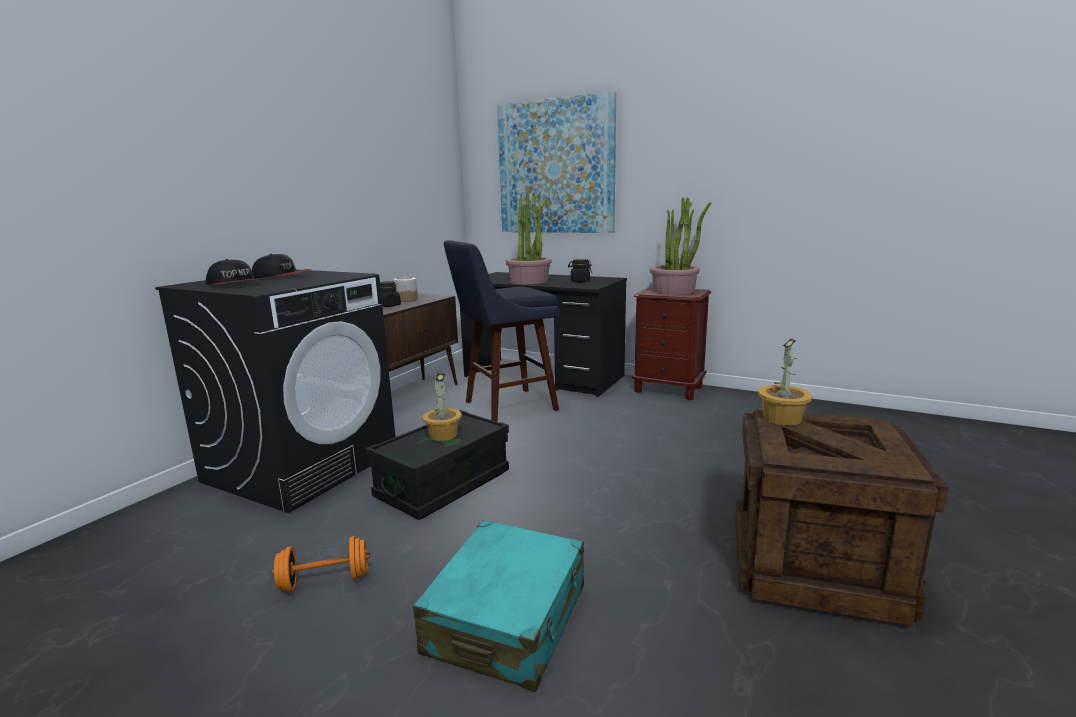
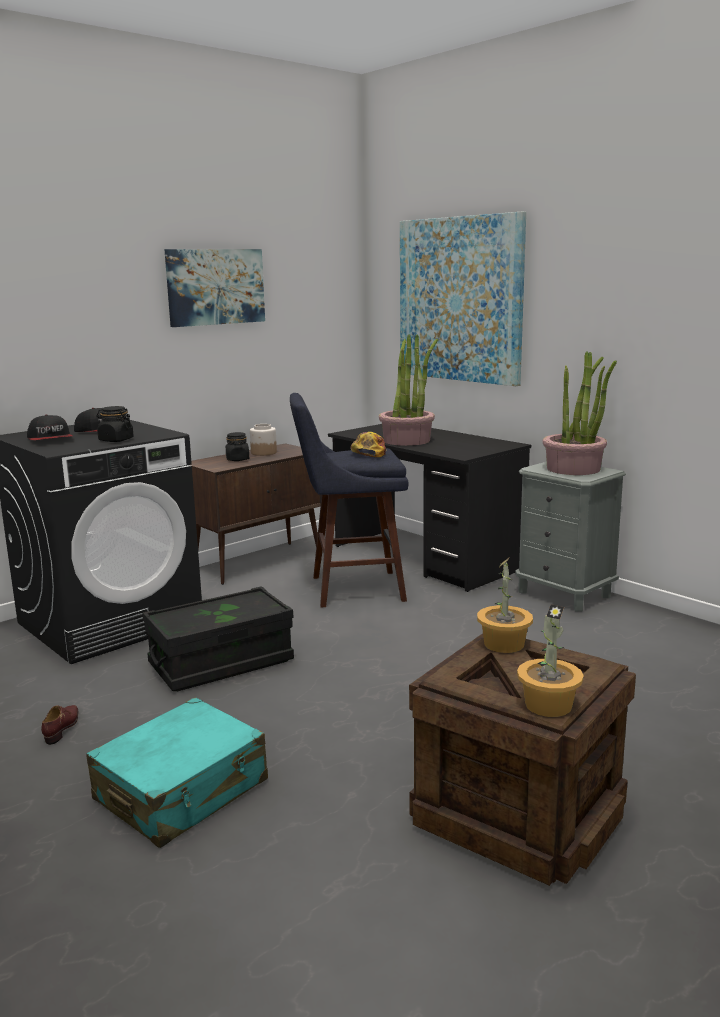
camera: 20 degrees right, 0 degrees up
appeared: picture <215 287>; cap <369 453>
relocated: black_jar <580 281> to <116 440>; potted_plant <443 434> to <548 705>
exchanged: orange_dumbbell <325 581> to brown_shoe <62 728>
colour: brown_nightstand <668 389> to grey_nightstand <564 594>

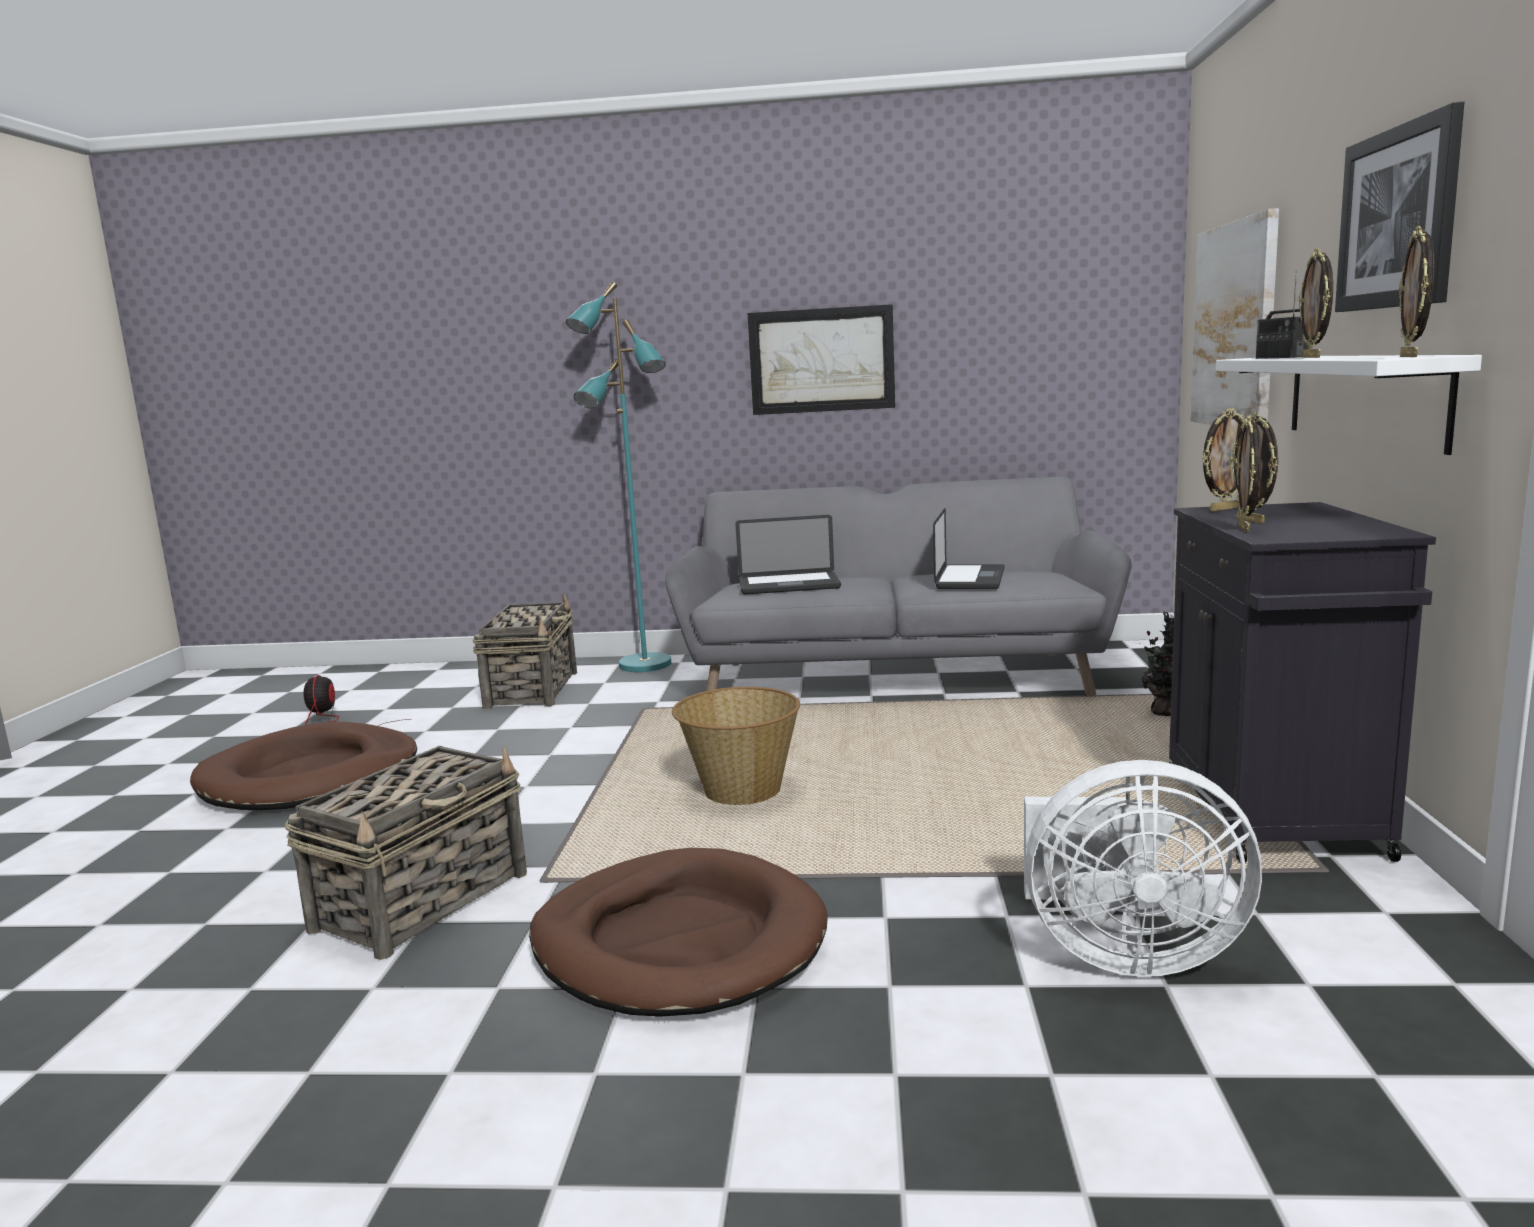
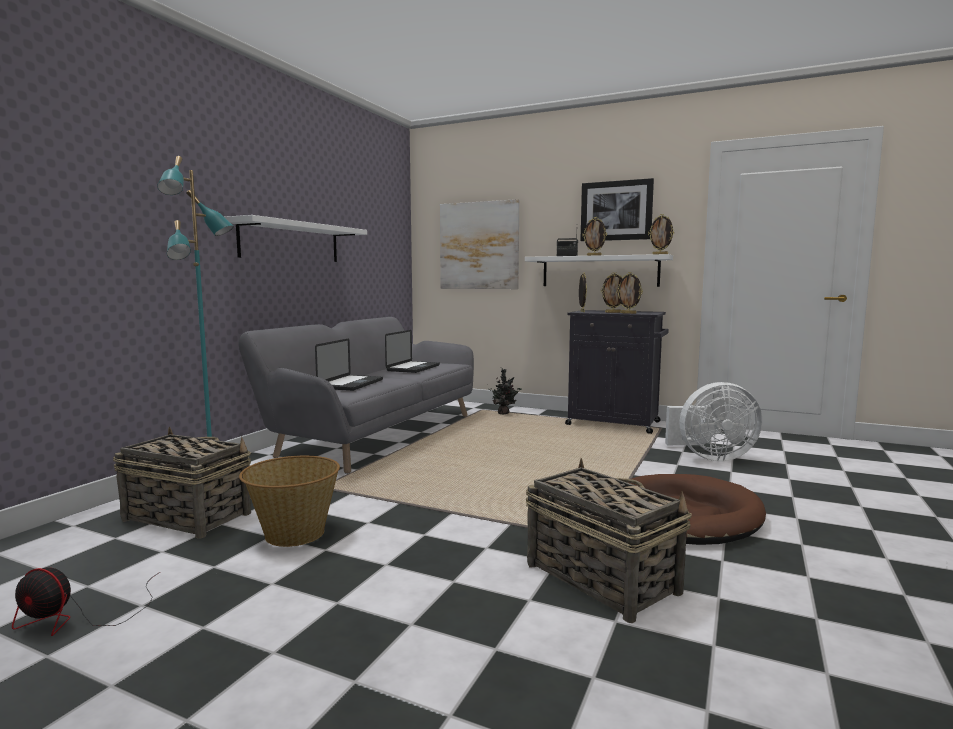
camera: 70 degrees left, 5 degrees down
missing: brown_dog_bed <310 776>
relocated: basket <741 791> to <293 534>
exchanged: picture <821 360> to white_shelf <291 242>
spun: laptop <970 579> = <413 368> 75 degrees clockwise; white_fan <1123 953> = <710 457> 60 degrees clockwise

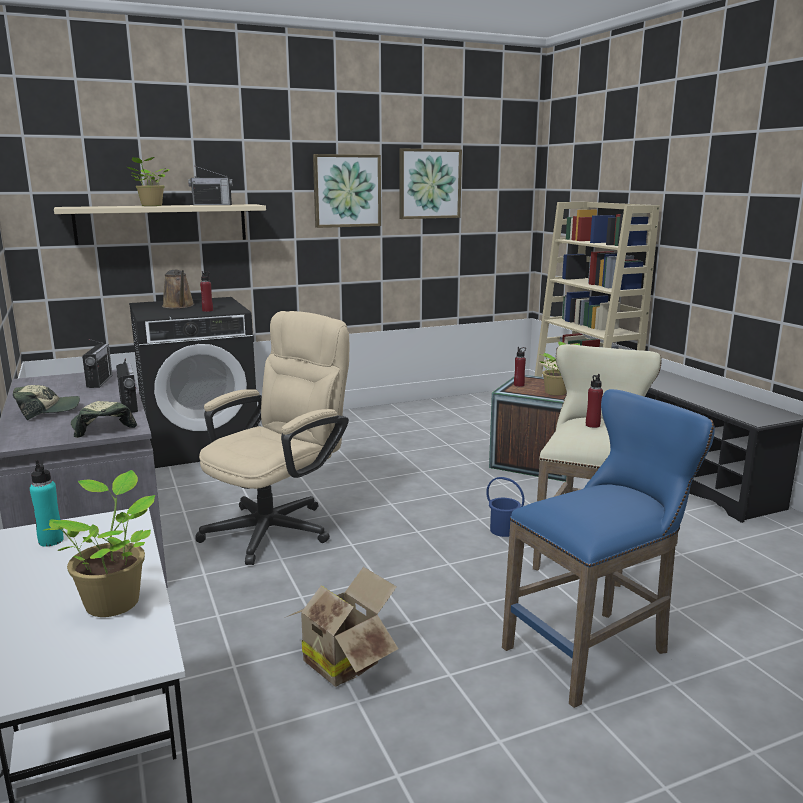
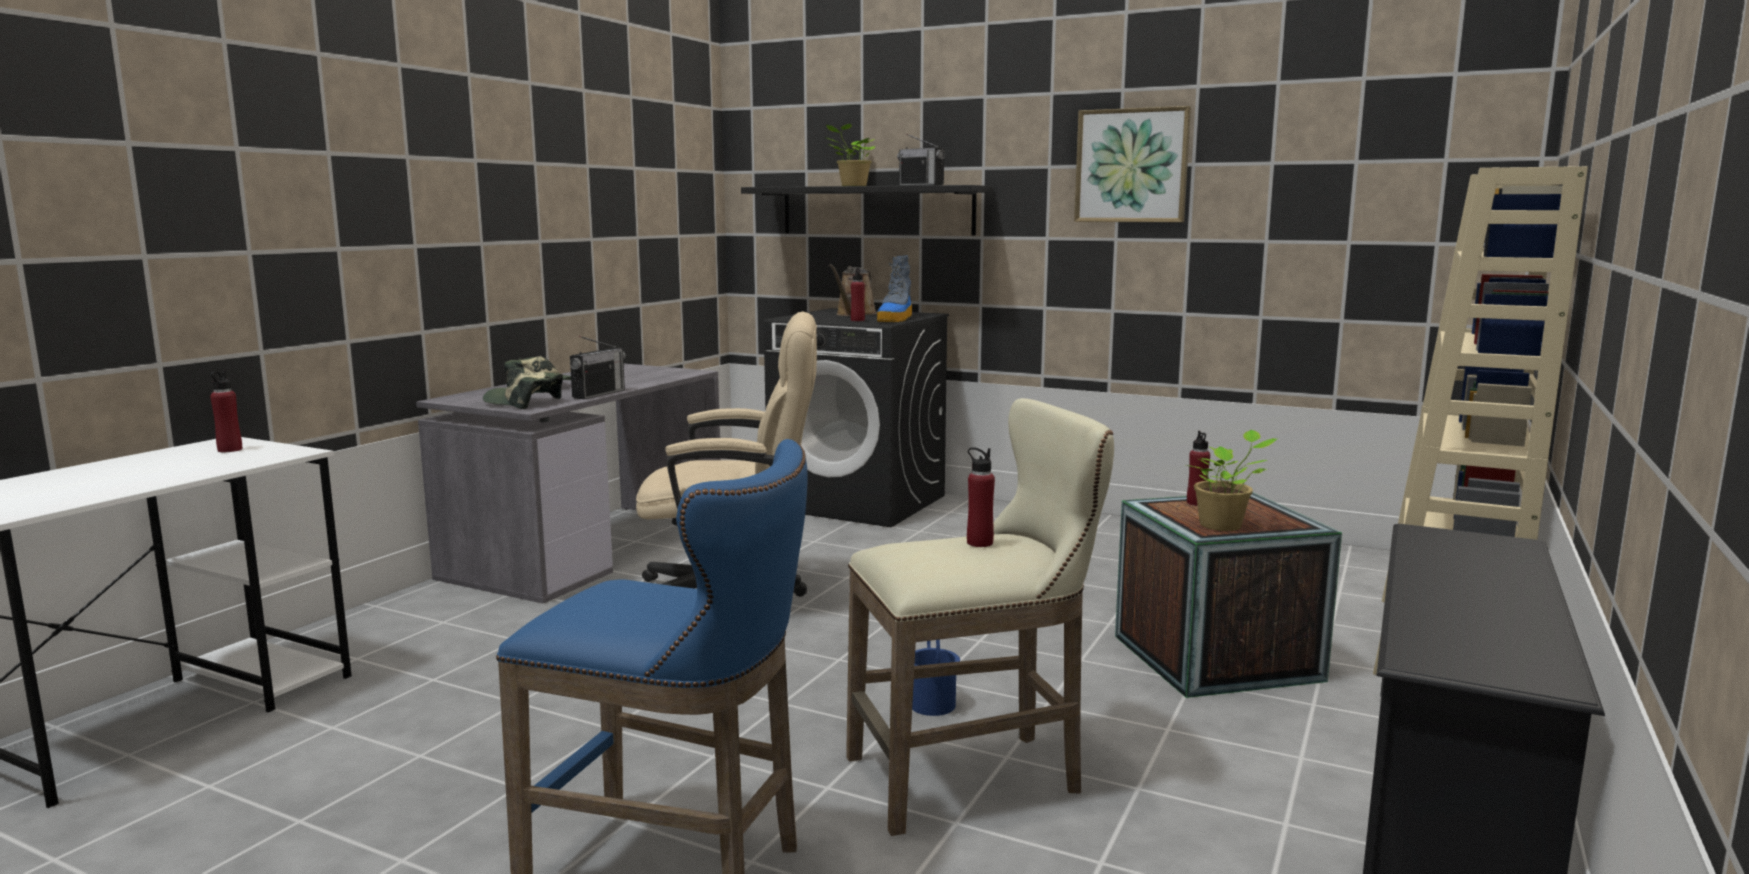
camera: 50 degrees right, 5 degrees down
missing: potted_plant <114 601>; radio <99 381>; cardboard_box <344 660>; picture <429 184>
appeared: boot <895 319>
colour: turquoise_bottle <51 541> to red_bottle <230 450>; beige_shelf <162 223> to black_shelf <876 210>
spun: cap <101 427> = <523 403> 90 degrees counterclockwise

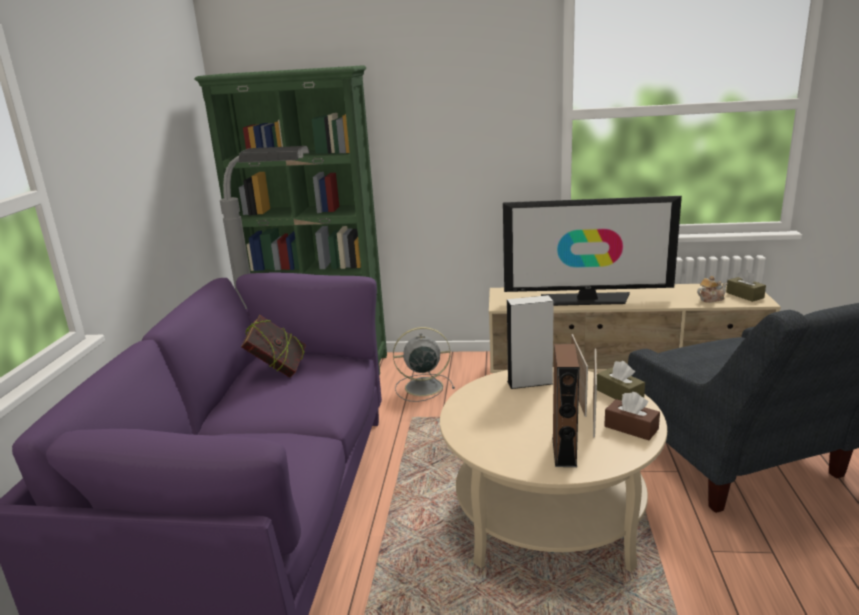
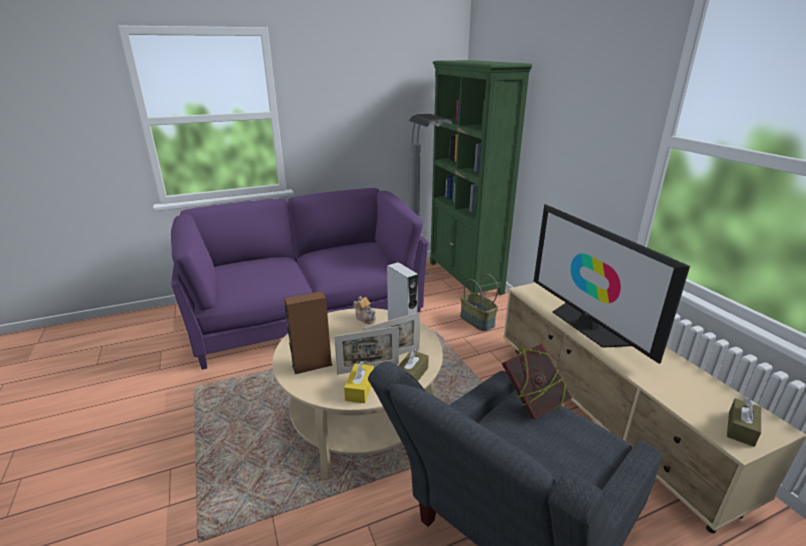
camera: 60 degrees right, 5 degrees up
relocated: teapot <710 299> to <365 318>; book <278 371> to <532 403>
exchanged: grey_fan <422 387> to basket <476 321>
colour: brown_tissue_box <631 428> to yellow_tissue_box <360 389>

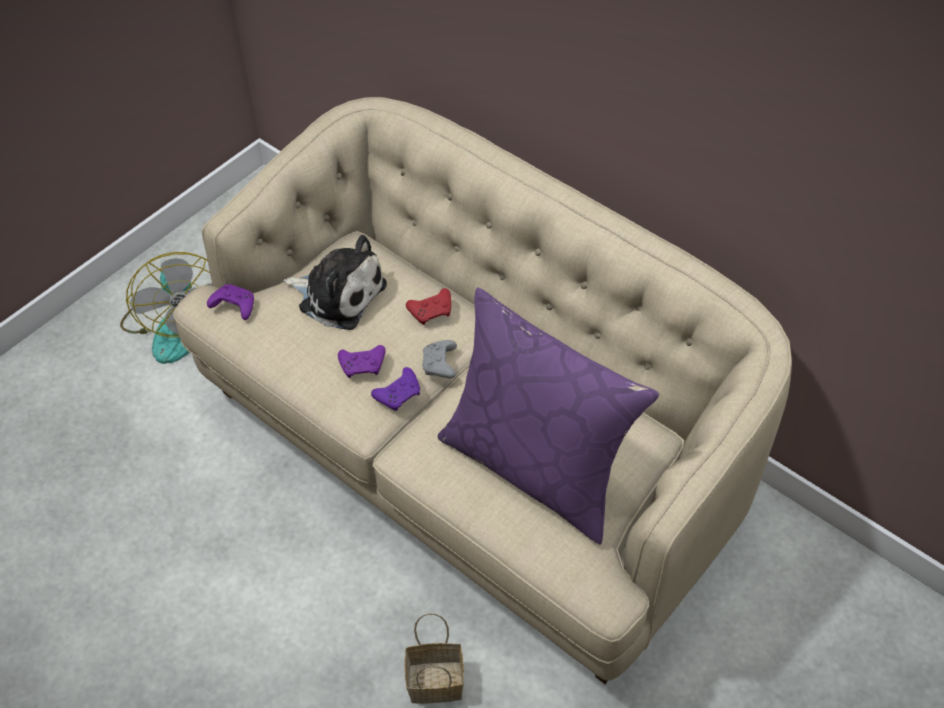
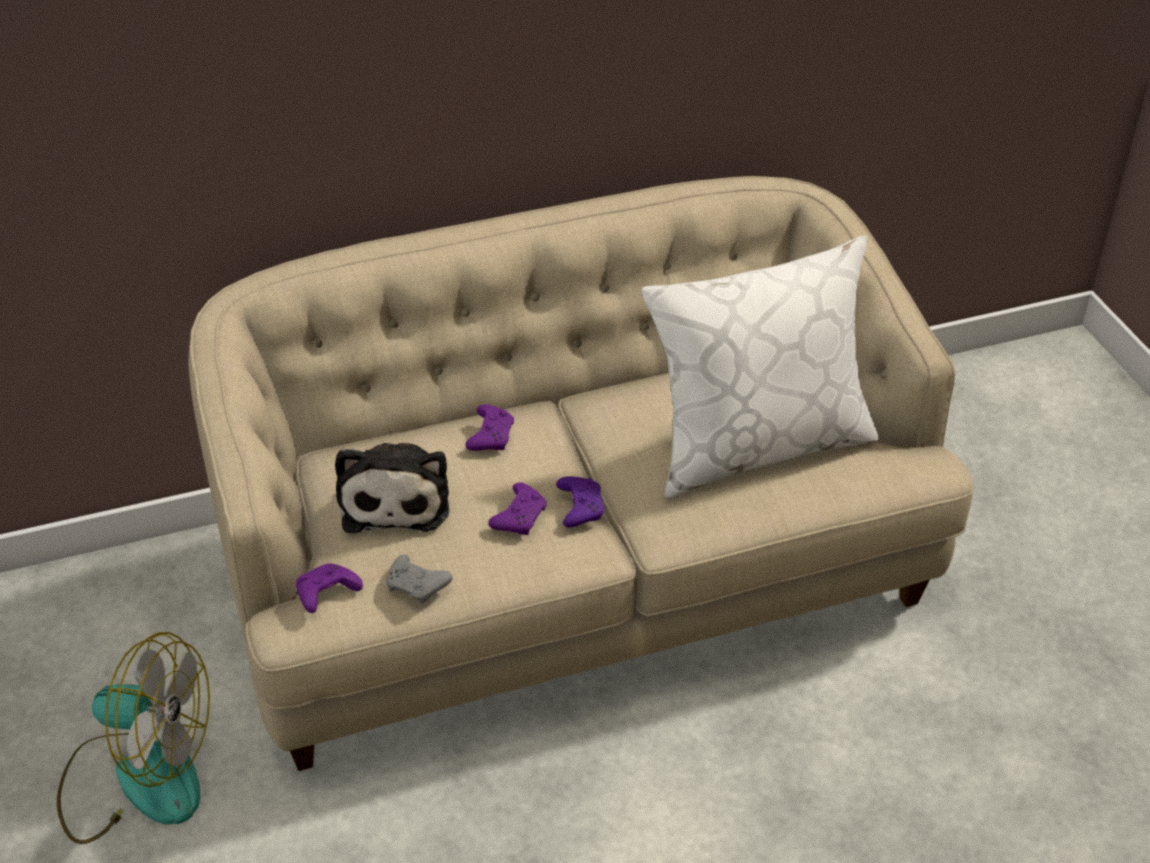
camera: 60 degrees left, 10 degrees down
missing: basket <433 683>
relocated: grey_game_controller <440 365> to <417 587>
colour: red_game_controller <432 311> to purple_game_controller <491 436>; purple_pillow <536 467> to white_pillow <757 445>
spun: plush_toy <338 294> = <395 498> 120 degrees clockwise

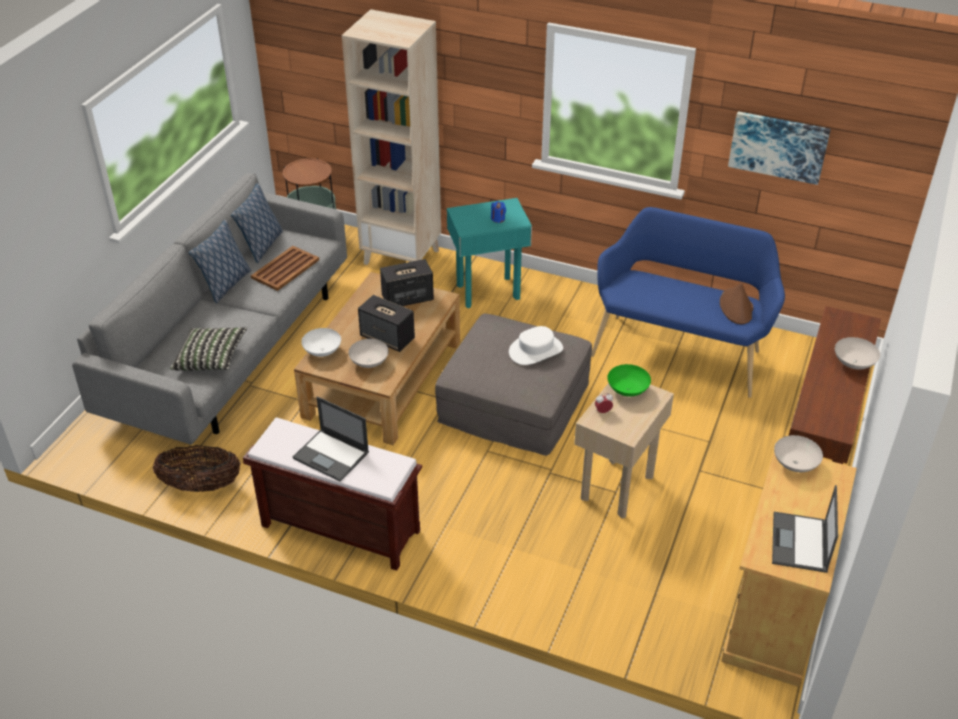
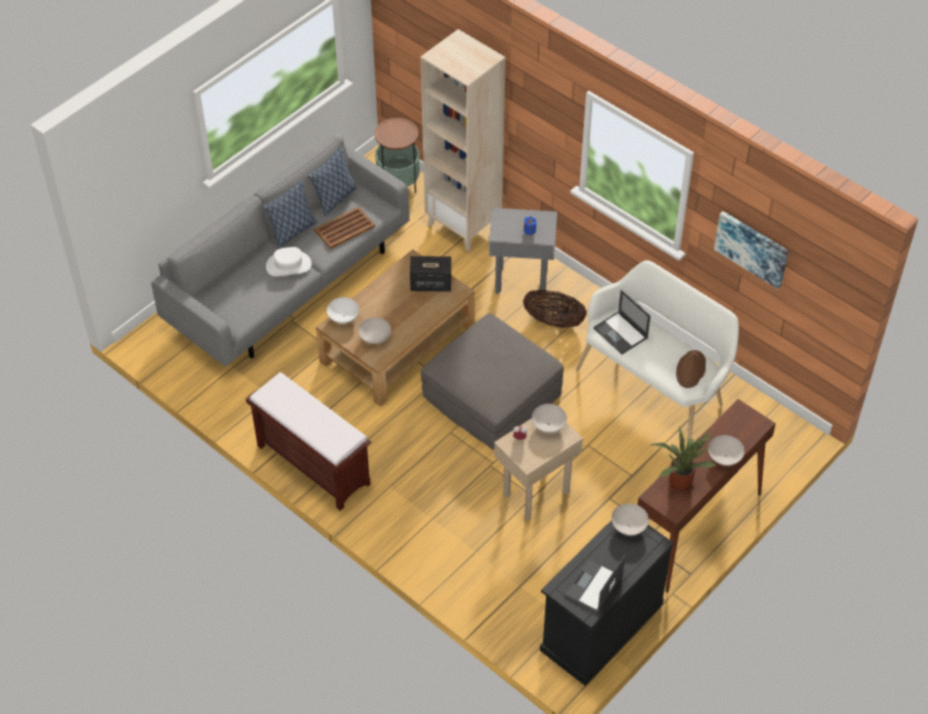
camera: 20 degrees right, 10 degrees up
missing: pillow <211 359>; speaker <388 338>
appeared: potted_plant <680 480>
relocated: white_hat <535 350> to <288 265>; basket <201 485> to <553 321>; laptop <332 455> to <621 333>
colour: turquoise_side_table <488 292> to grey_side_table <521 282>; green_bowl <628 390> to white_bowl <549 425>; beige_cabinet <775 611> to black_cabinet <601 627>; blue_bench <680 350> to white_bench <655 385>

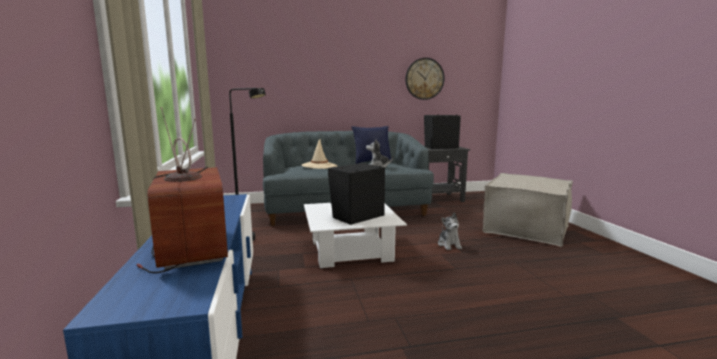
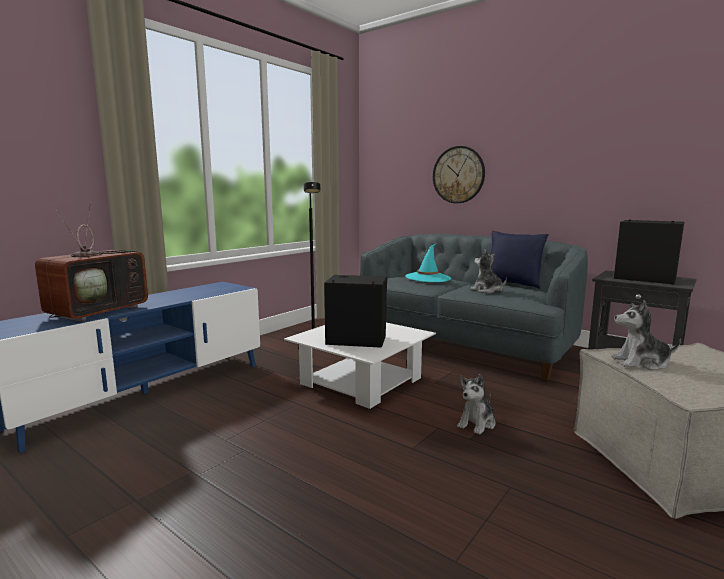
camera: 50 degrees right, 0 degrees up
appeared: plush_toy <641 363>
relocated: wall_clock <424 79> to <458 175>
colour: beige_hat <319 166> to turquoise_hat <428 278>

